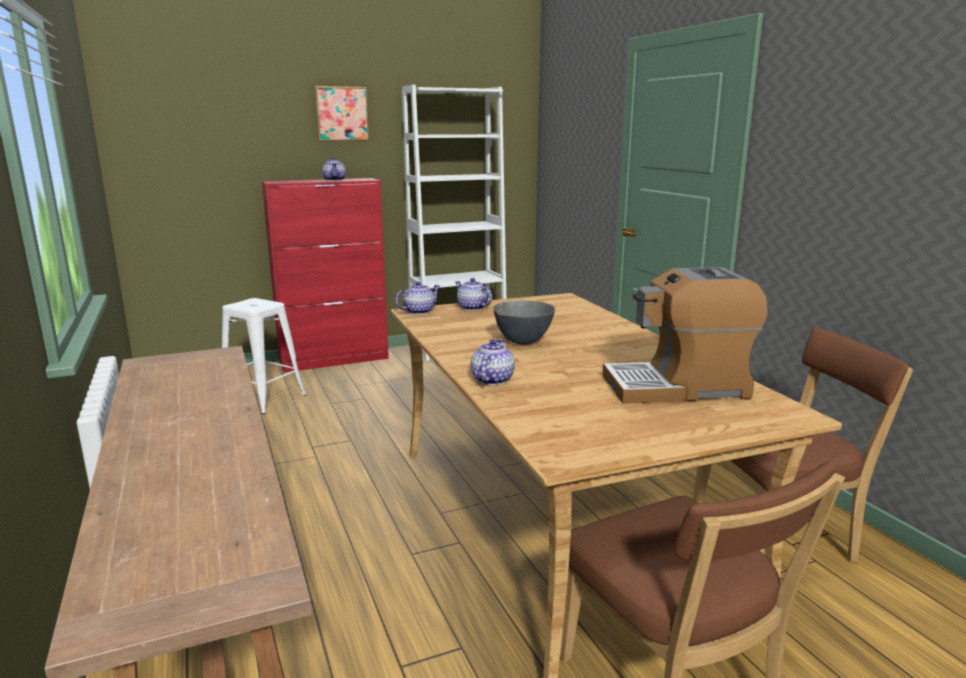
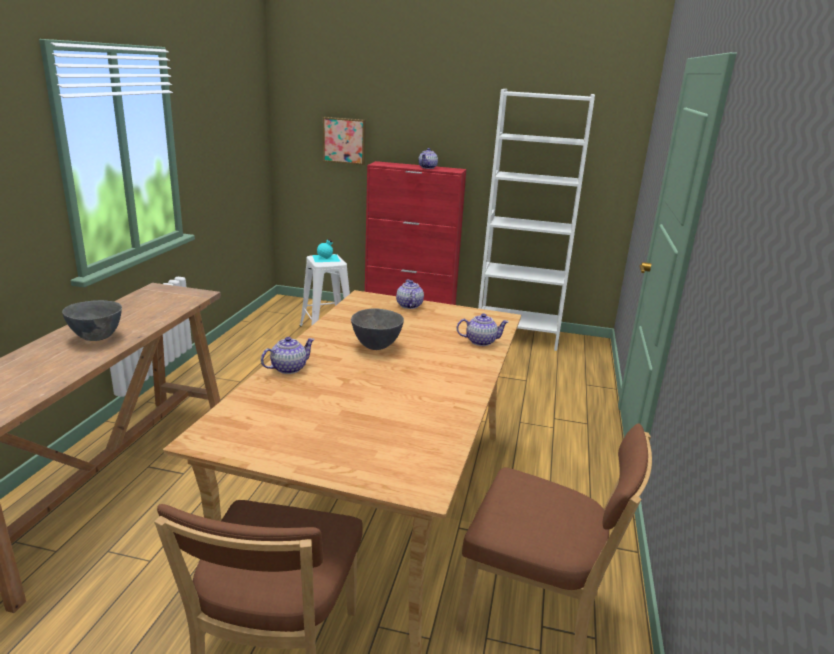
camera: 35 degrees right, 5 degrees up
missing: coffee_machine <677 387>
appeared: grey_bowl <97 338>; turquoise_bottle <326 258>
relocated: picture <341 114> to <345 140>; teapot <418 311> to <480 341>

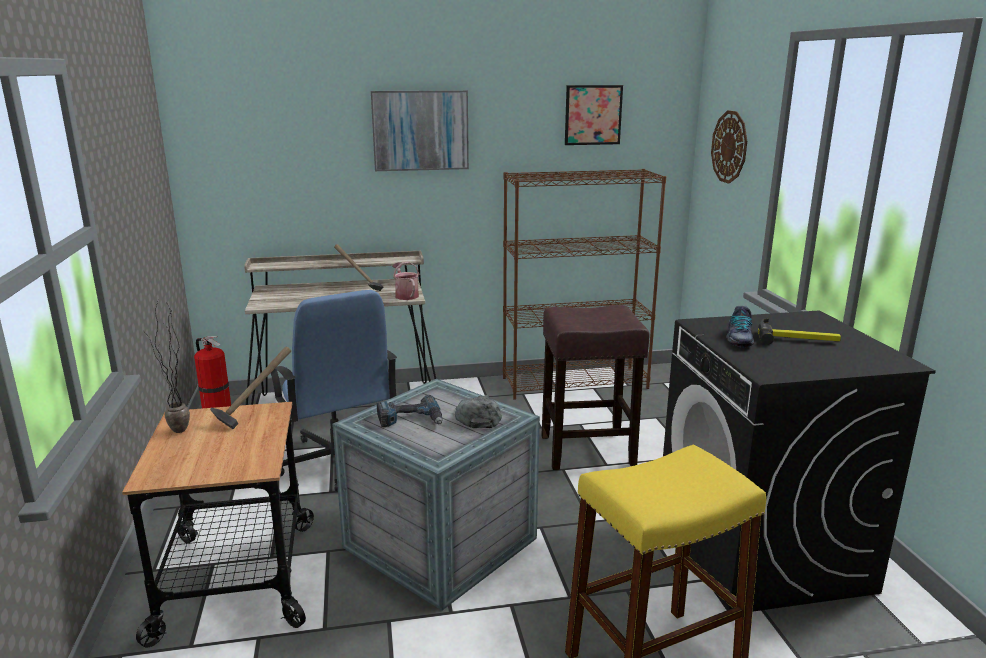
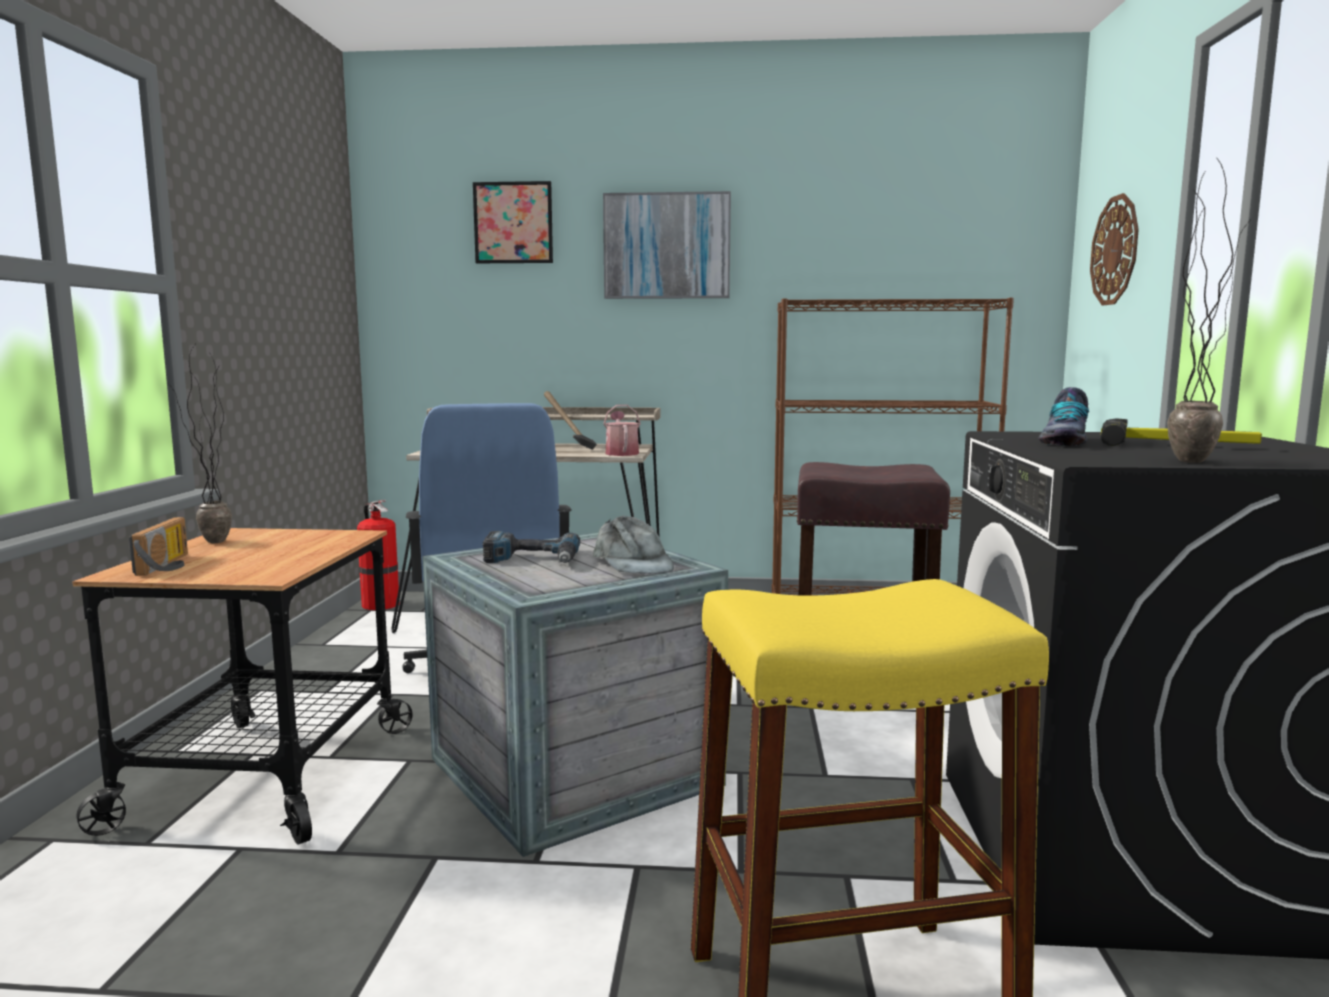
camera: 15 degrees right, 10 degrees down
missing: hammer <254 413>
appeared: radio <170 565>; potted_plant <1194 460>
relocated: picture <593 115> to <513 223>
spun: grey_cap <477 416> = <632 563> 150 degrees clockwise

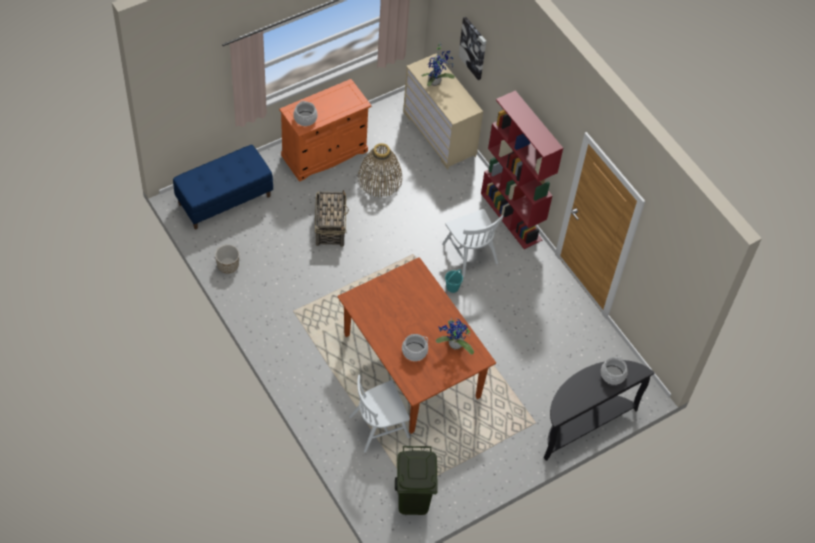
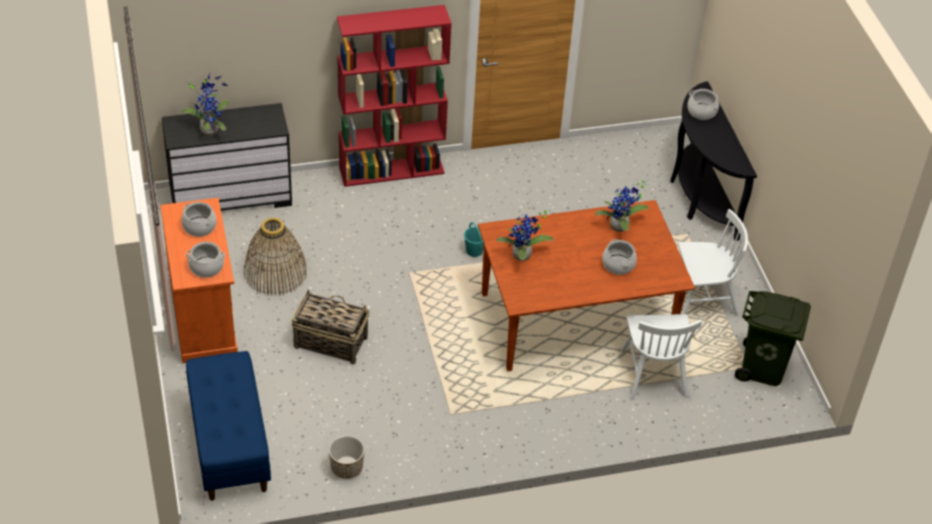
camera: 70 degrees left, 10 degrees down
missing: picture <473 48>
appeared: cooking_pot <199 227>; potted_plant <522 257>
relocated: white_chair <470 253> to <702 299>
colour: beige_dresser <440 134> to black_dresser <231 196>

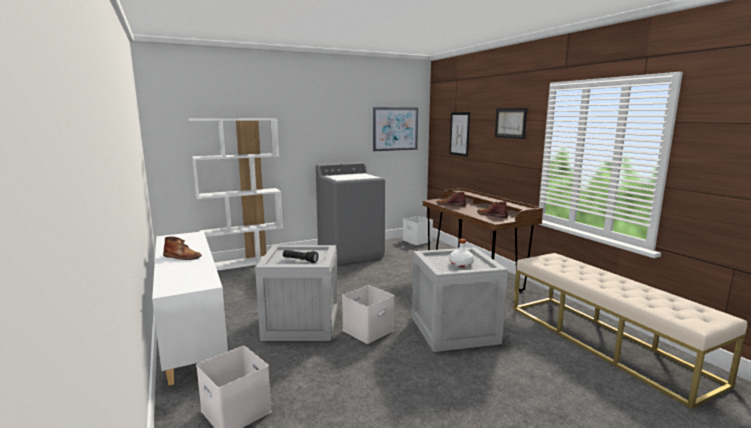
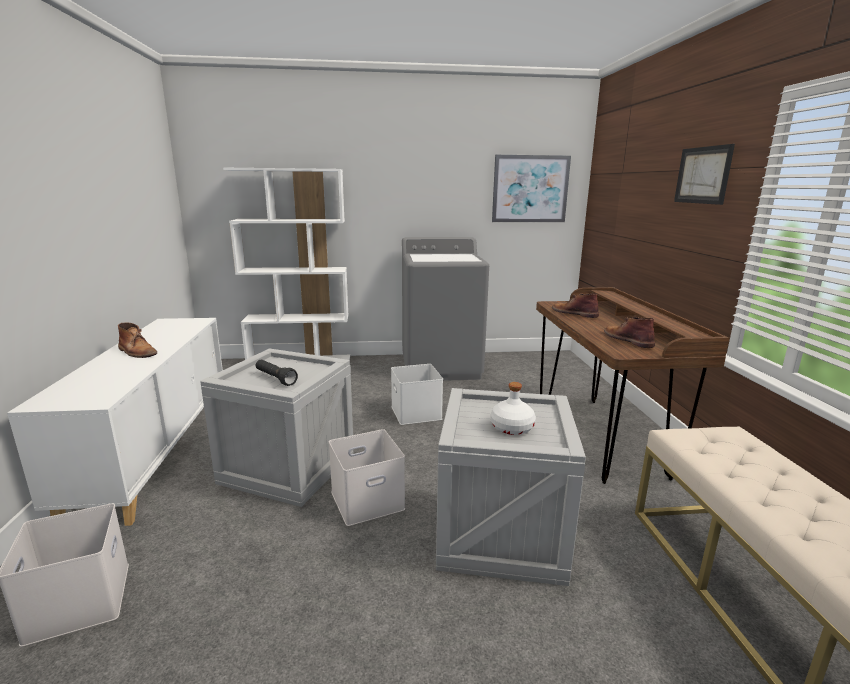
camera: 20 degrees right, 5 degrees up
missing: picture <459 134>
relocated: white_storage_box <418 240> to <417 413>

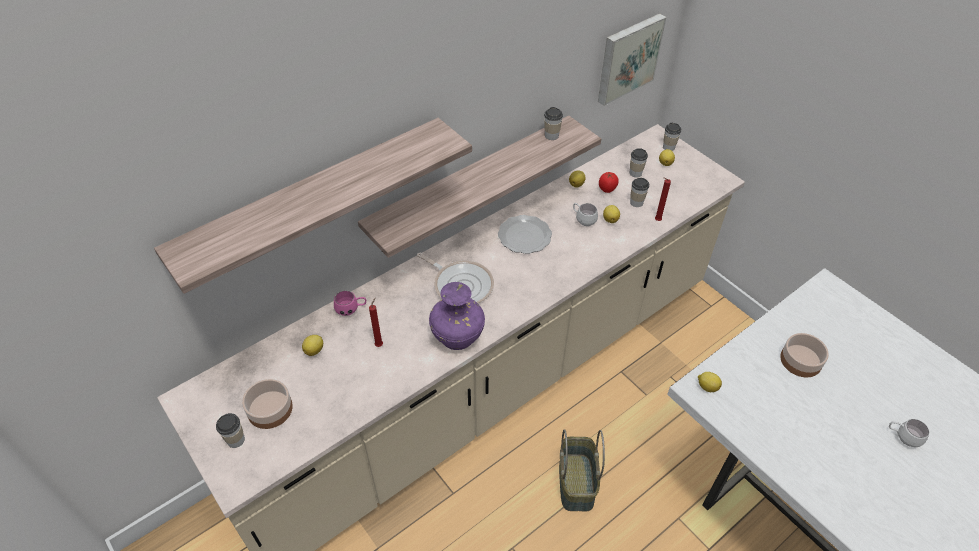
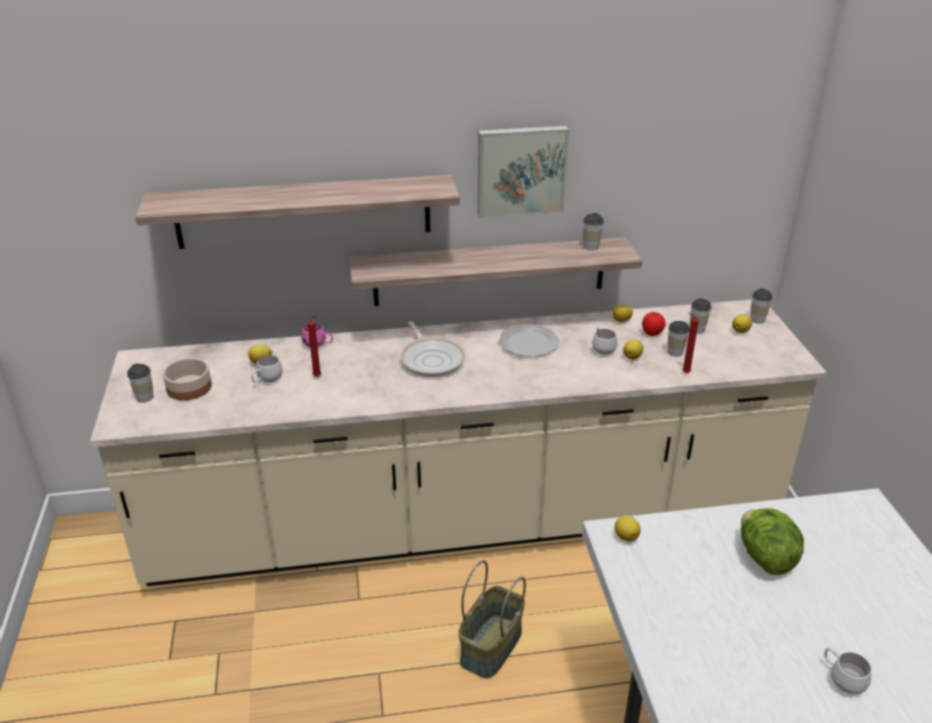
camera: 30 degrees right, 15 degrees down
missing: purple_vase <458 338>
appeared: white_mug <266 380>
relocated: picture <628 58> to <521 170>
exchanged: bowl <800 361> to lettuce <764 557>

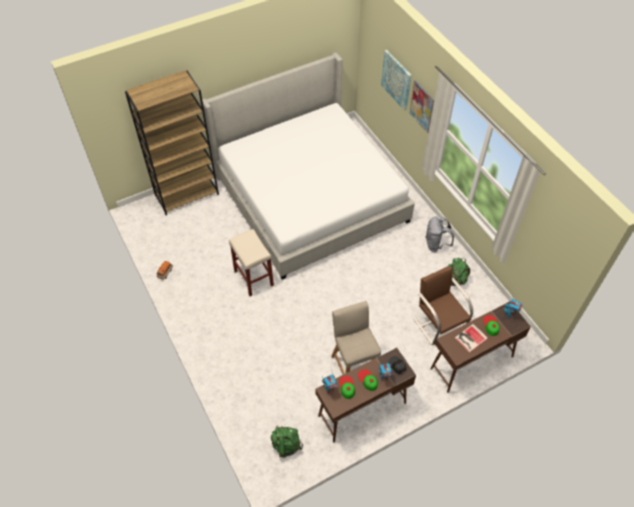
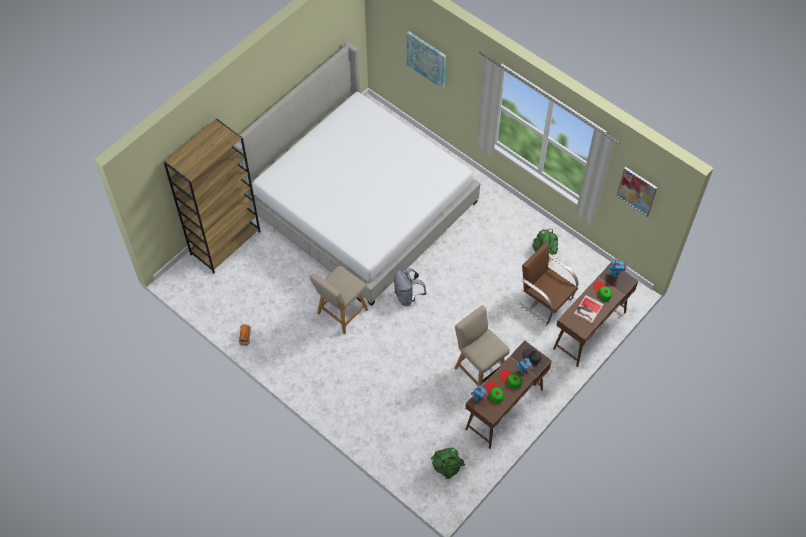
camera: 20 degrees left, 5 degrees up
relocated: grey_backpack <436 244> to <408 296>; picture <422 106> to <637 191>
exchanged: beige_stool <253 278> to beige_chair <340 313>

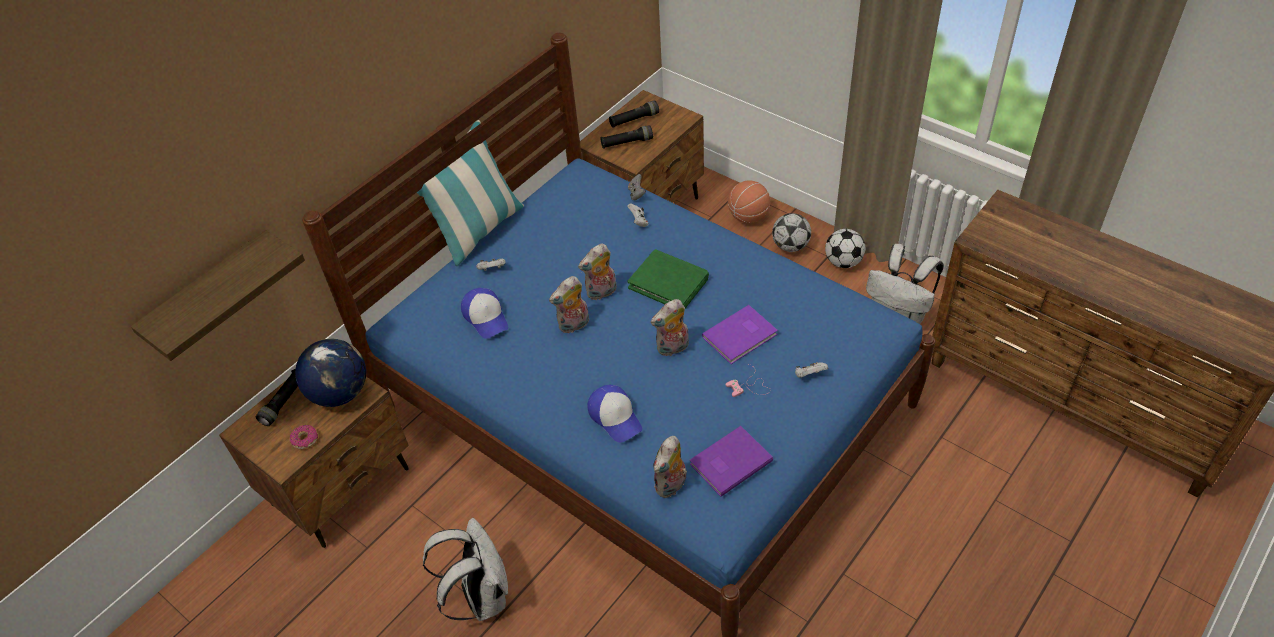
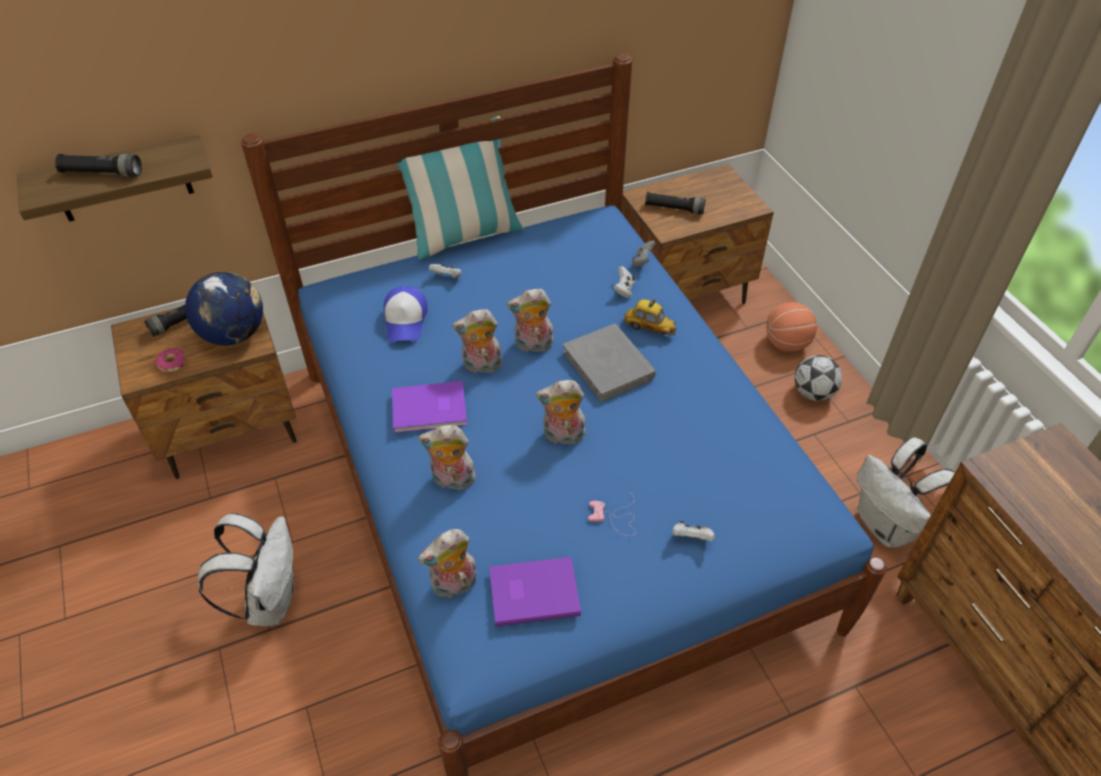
camera: 25 degrees right, 0 degrees up
missing: football <843 262>
appeared: toy_car <649 328>
relocated: black_flashlight <634 120> to <102 173>; purple_book <741 336> to <430 410>
exchanged: cap <615 417> to plush_toy <452 481>
colour: green_book <669 282> to grey_book <609 365>

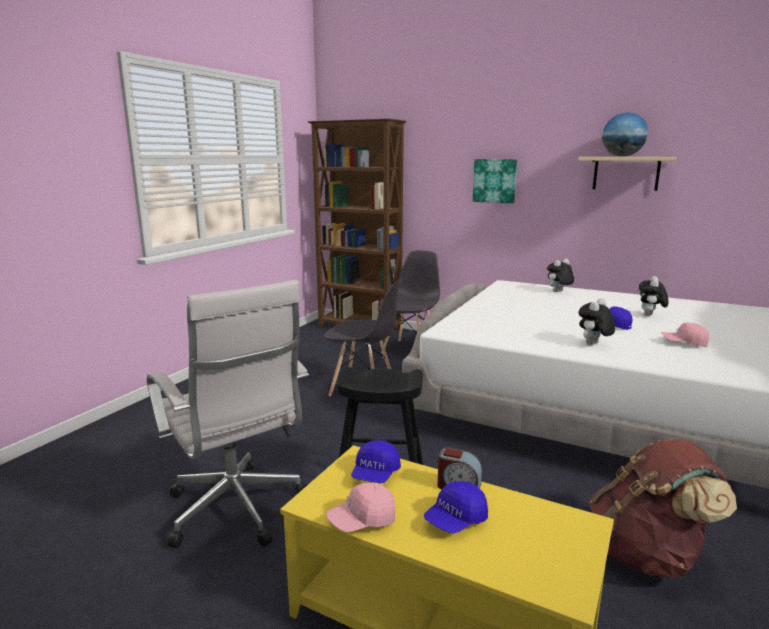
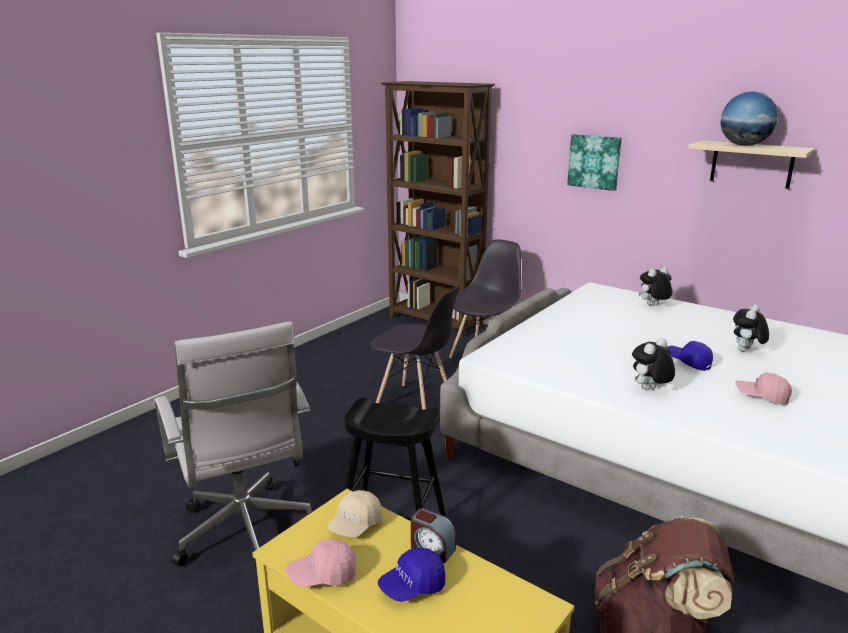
camera: 10 degrees right, 5 degrees up
colour: blue_cap <375 474> to beige_cap <355 525>

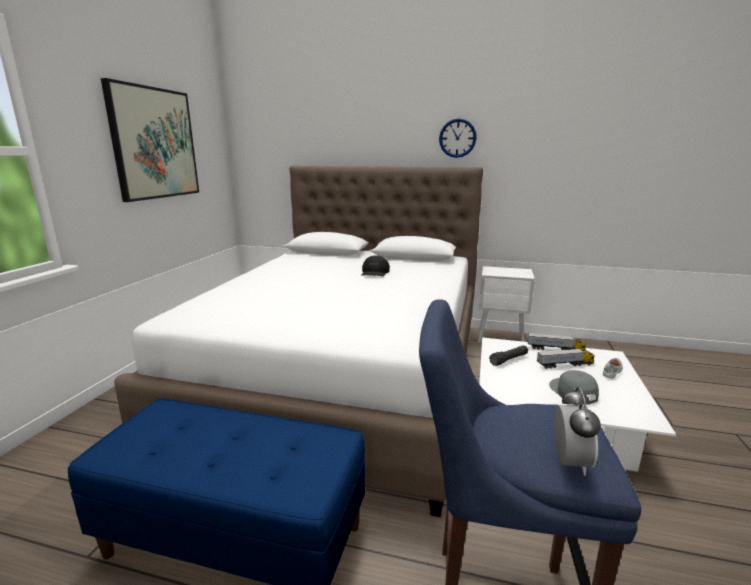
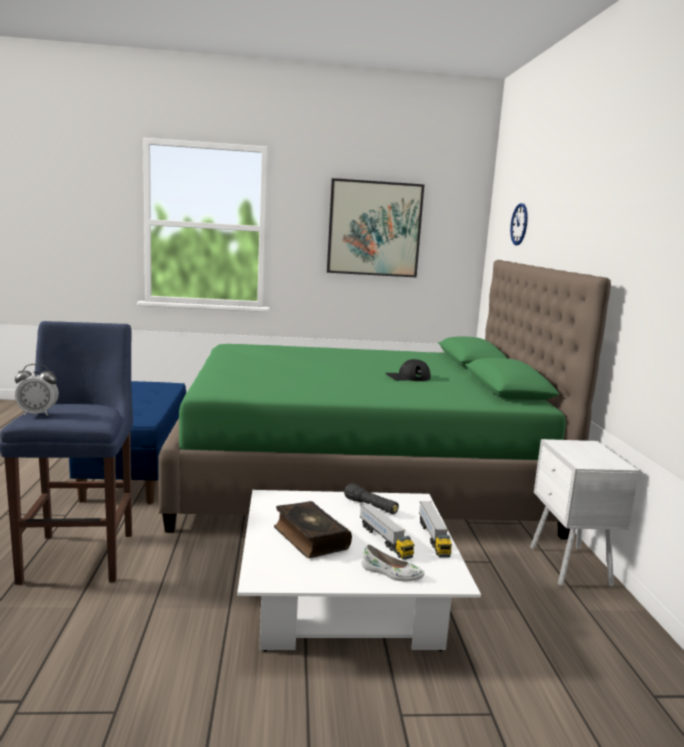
camera: 70 degrees right, 5 degrees down
relocated: wall_clock <457 138> to <519 224>
exchanged: grey_cap <572 391> to book <309 538>
colour: white_bed <345 376> to green_bed <357 476>

